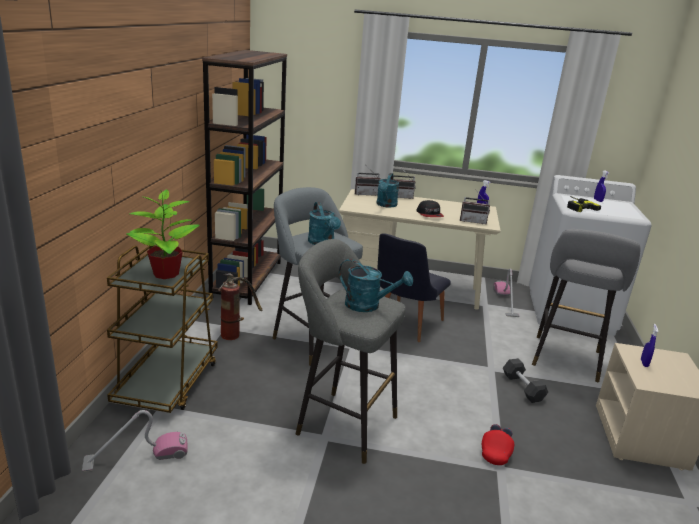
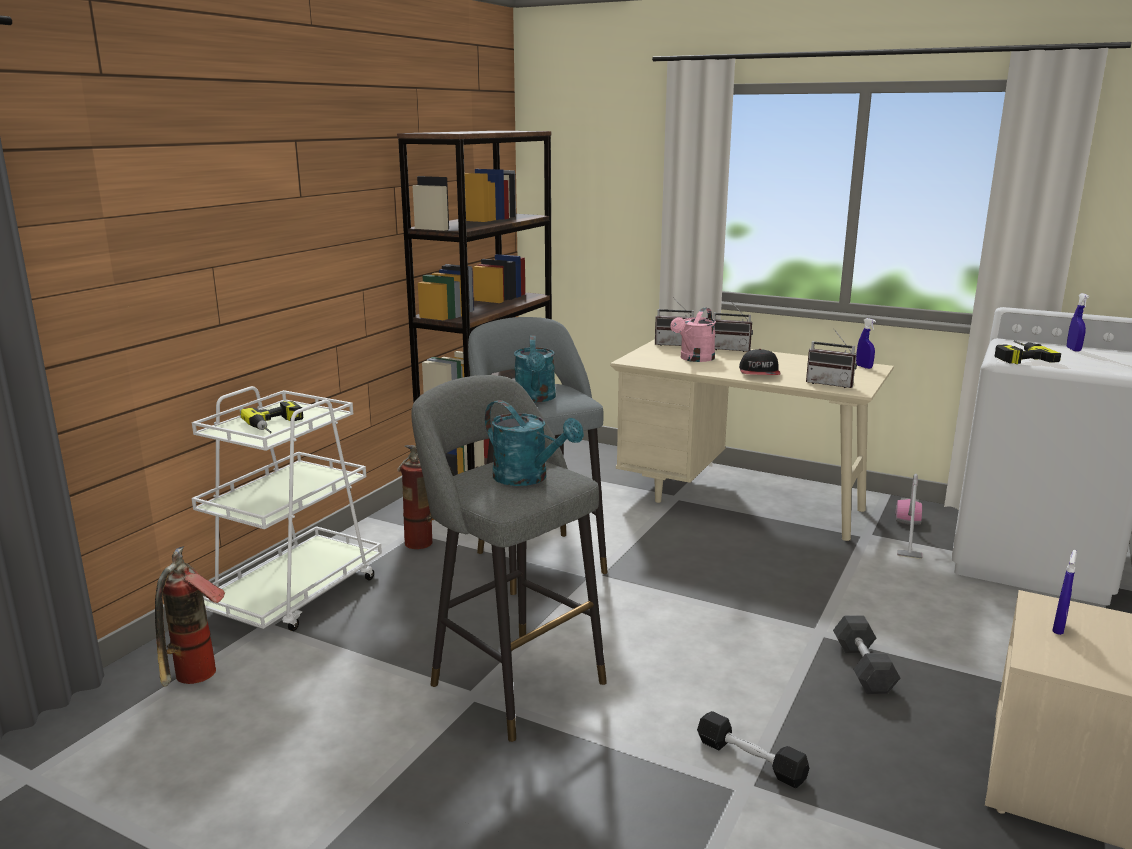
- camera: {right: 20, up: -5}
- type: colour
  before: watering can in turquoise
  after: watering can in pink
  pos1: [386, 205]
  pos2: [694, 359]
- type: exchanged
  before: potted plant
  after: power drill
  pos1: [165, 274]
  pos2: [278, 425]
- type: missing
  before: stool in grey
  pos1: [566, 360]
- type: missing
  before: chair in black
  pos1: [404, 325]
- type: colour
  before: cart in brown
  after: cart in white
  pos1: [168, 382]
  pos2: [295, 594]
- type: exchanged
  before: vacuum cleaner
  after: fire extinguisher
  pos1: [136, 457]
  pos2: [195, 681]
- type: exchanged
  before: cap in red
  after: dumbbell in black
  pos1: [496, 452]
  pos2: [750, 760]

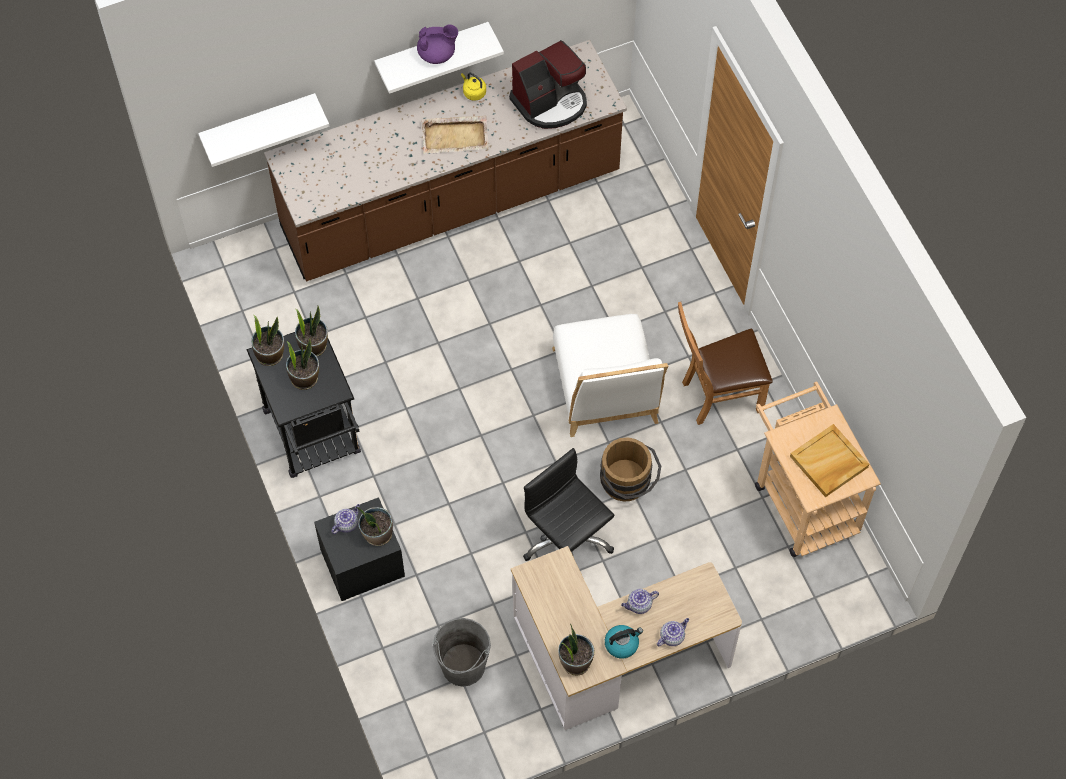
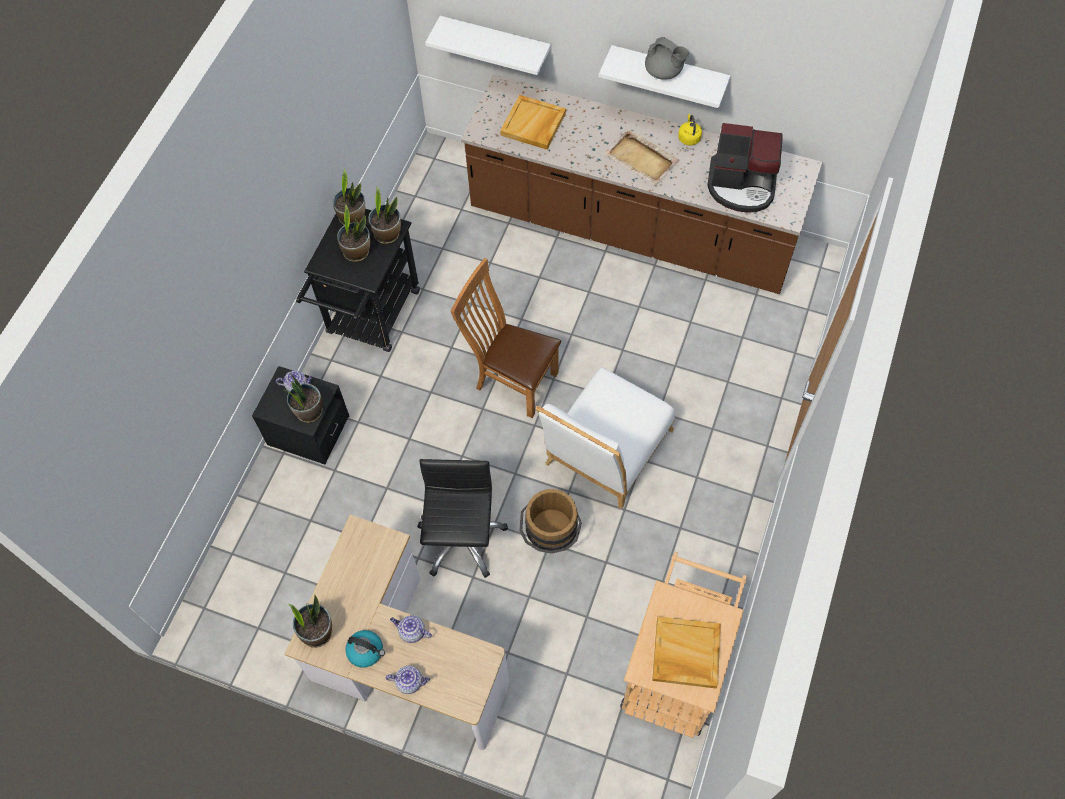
- camera: {right: 45, up: 0}
- type: colour
  before: teapot in purple
  after: teapot in grey
  pos1: [437, 54]
  pos2: [664, 72]
- type: relocated
  before: chair in brown
  pos1: [717, 396]
  pos2: [512, 380]
- type: missing
  before: bucket in grey
  pos1: [463, 666]
- type: appeared
  after: tray in beige
  pos2: [533, 124]

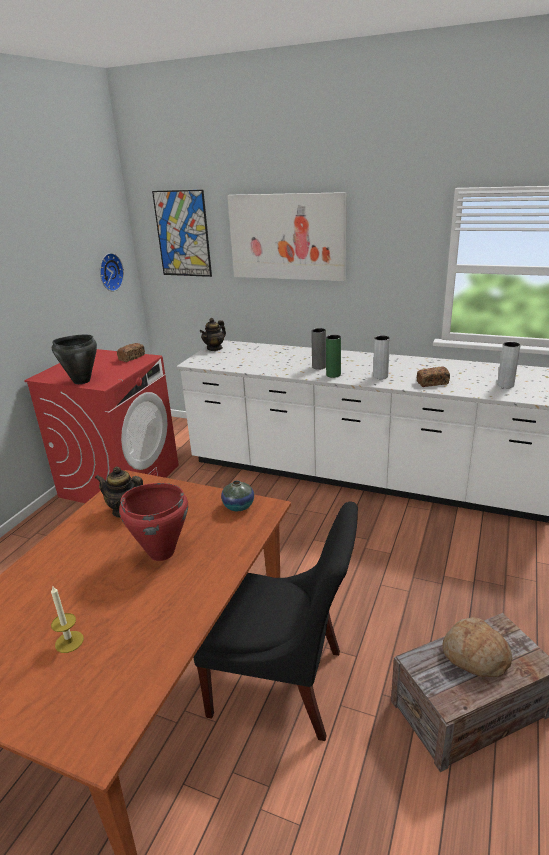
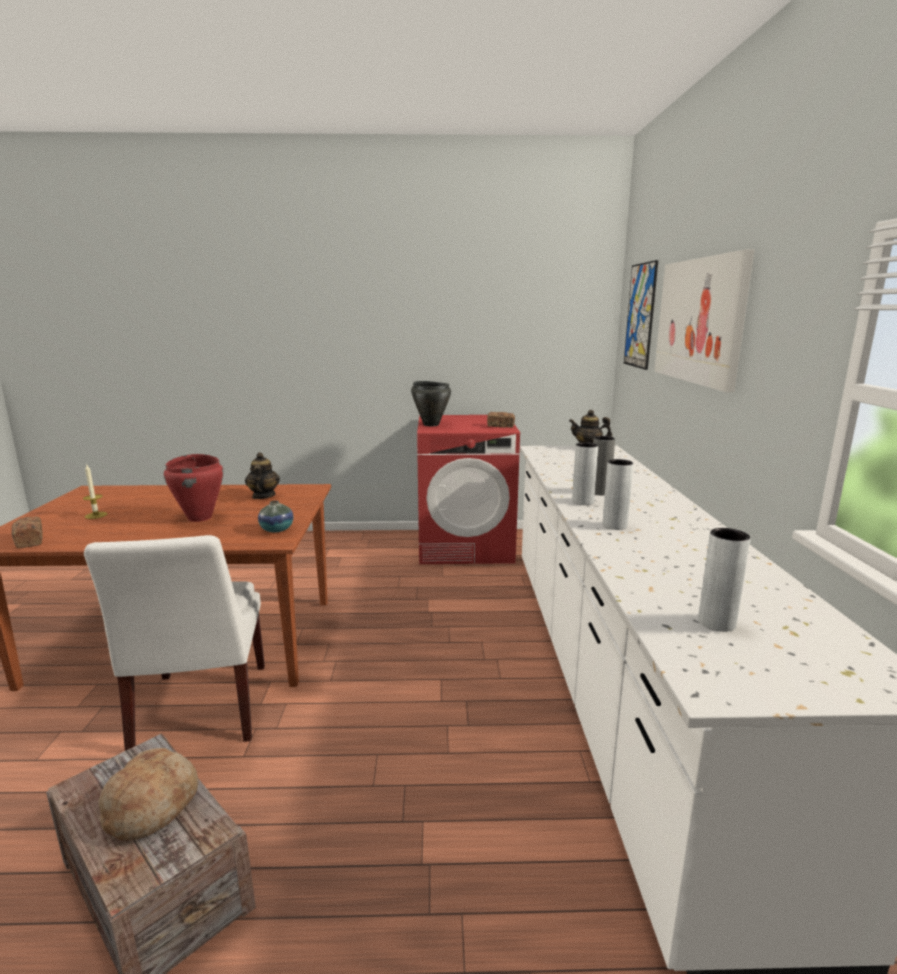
- camera: {right: 65, up: -10}
- type: missing
  before: wall clock
  pos1: [109, 272]
- type: colour
  before: vase in green
  after: vase in grey
  pos1: [333, 375]
  pos2: [582, 502]
- type: relocated
  before: bread
  pos1: [432, 383]
  pos2: [29, 541]
- type: colour
  before: chair in black
  after: chair in white
  pos1: [283, 685]
  pos2: [200, 711]

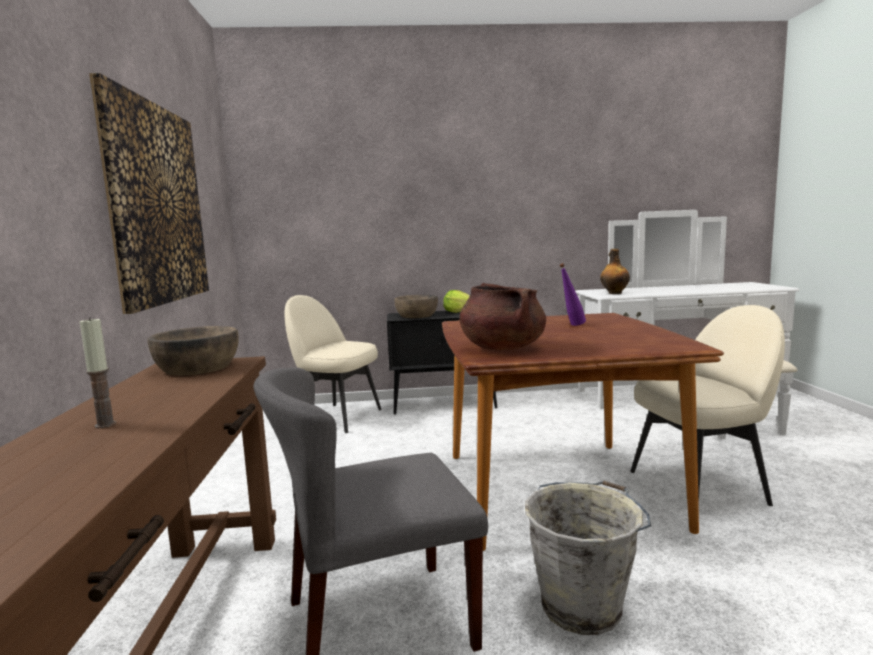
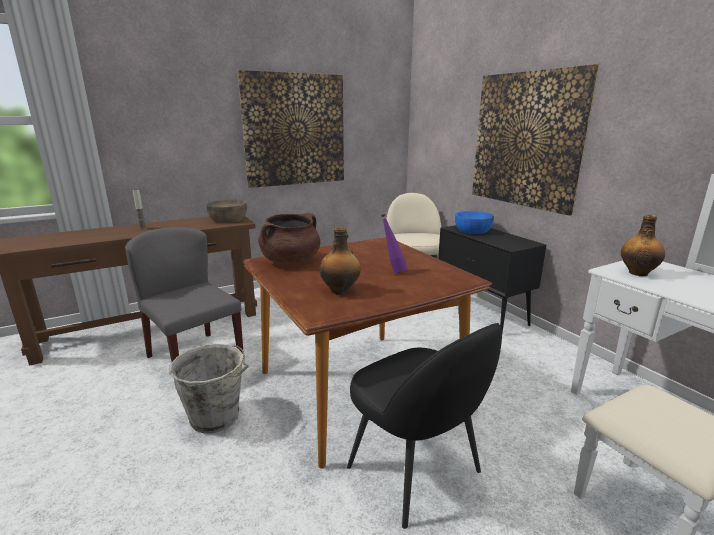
- camera: {right: 65, up: 10}
- type: missing
  before: lettuce
  pos1: [459, 312]
- type: colour
  before: bowl in brown
  after: bowl in blue
  pos1: [416, 315]
  pos2: [473, 230]
- type: colour
  before: chair in beige
  after: chair in black
  pos1: [700, 486]
  pos2: [416, 472]
- type: appeared
  after: picture
  pos2: [526, 140]
- type: appeared
  after: bottle
  pos2: [340, 290]

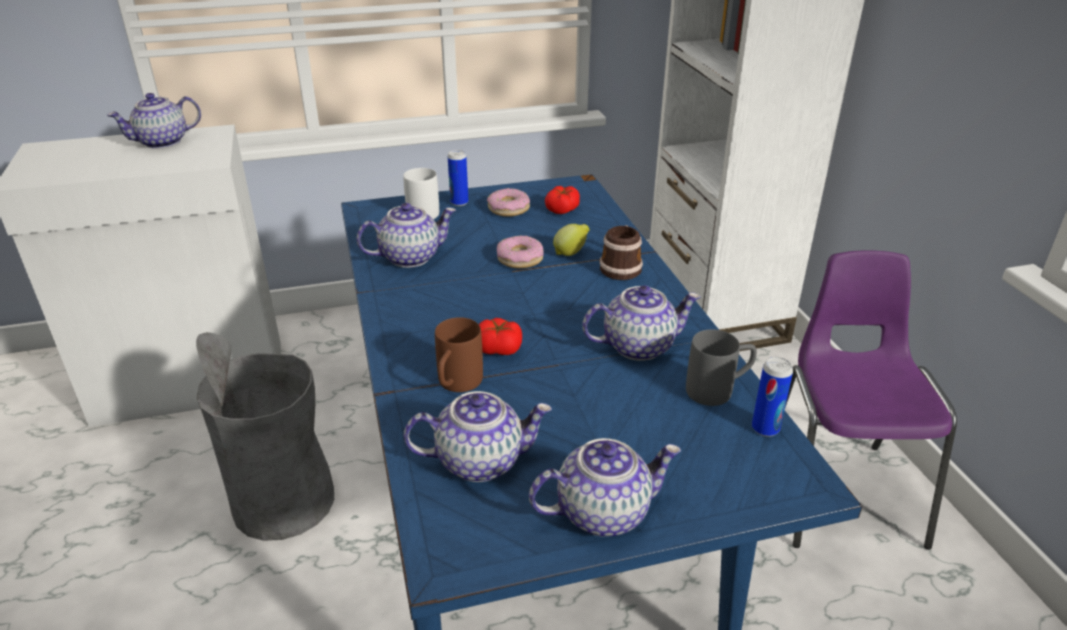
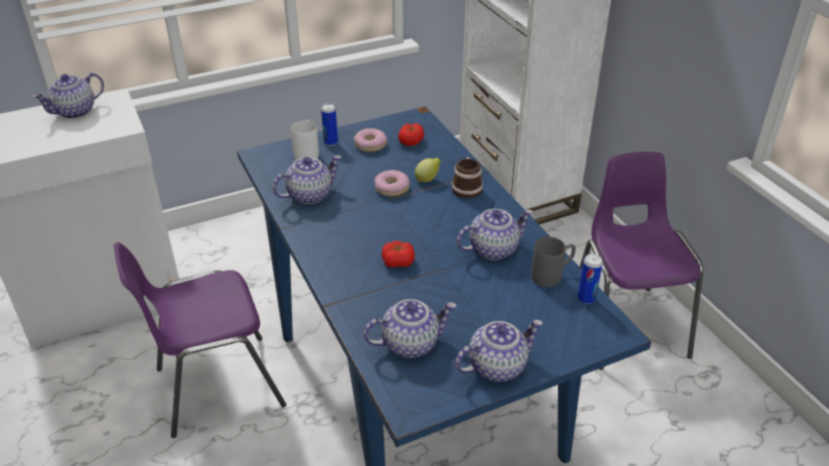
- camera: {right: -10, up: 5}
- type: missing
  before: mug in brown
  pos1: [456, 385]
- type: exchanged
  before: trash can in grey
  after: chair in purple
  pos1: [283, 501]
  pos2: [215, 387]

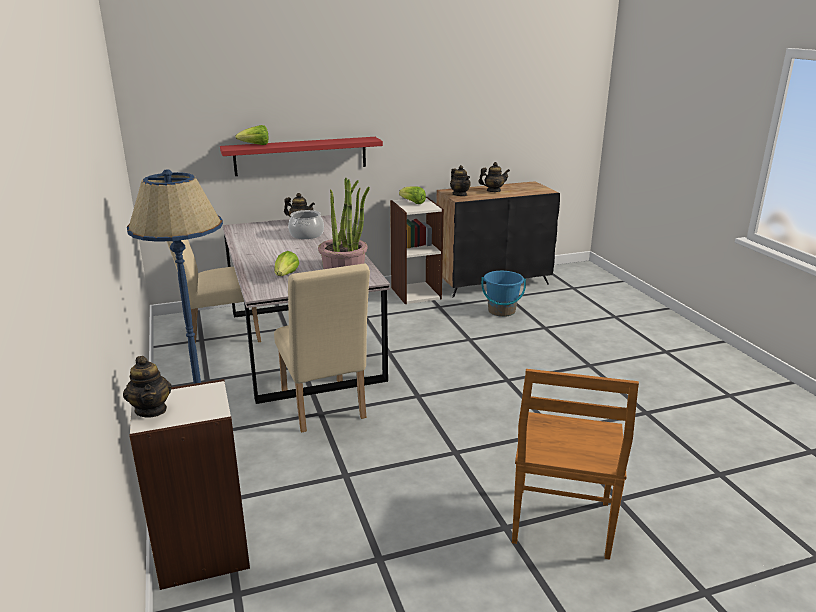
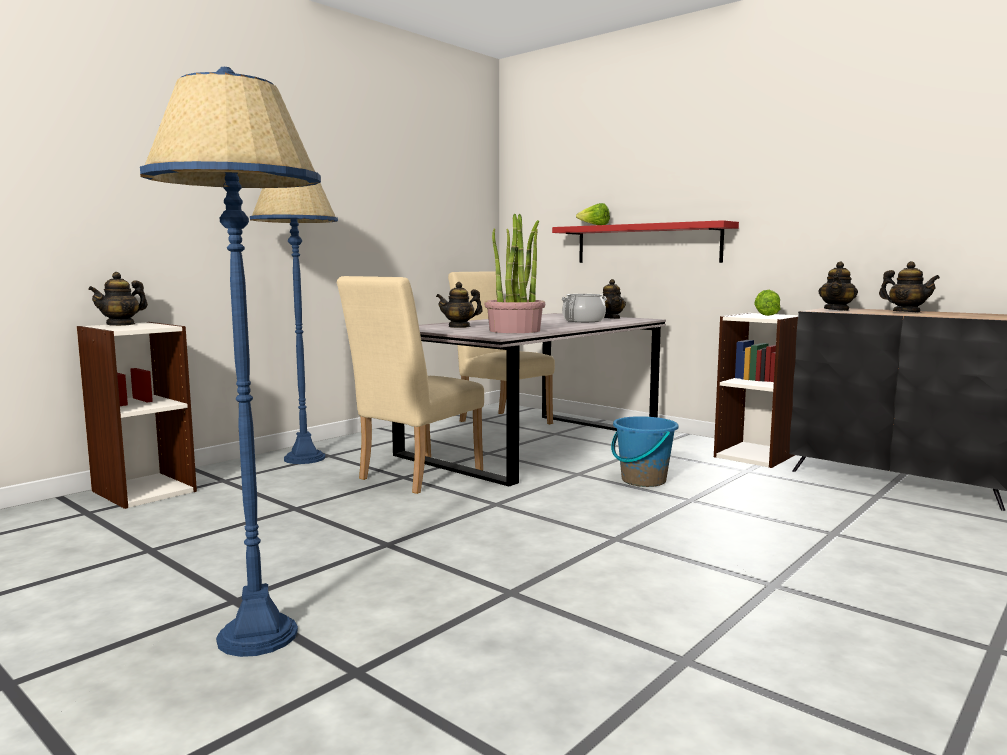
- camera: {right: 60, up: -15}
- type: exchanged
  before: lettuce
  after: teapot
  pos1: [286, 276]
  pos2: [459, 326]
- type: relocated
  before: bucket in blue
  pos1: [501, 311]
  pos2: [643, 480]
- type: exchanged
  before: chair in brown
  after: floor lamp in blue
  pos1: [561, 525]
  pos2: [258, 635]

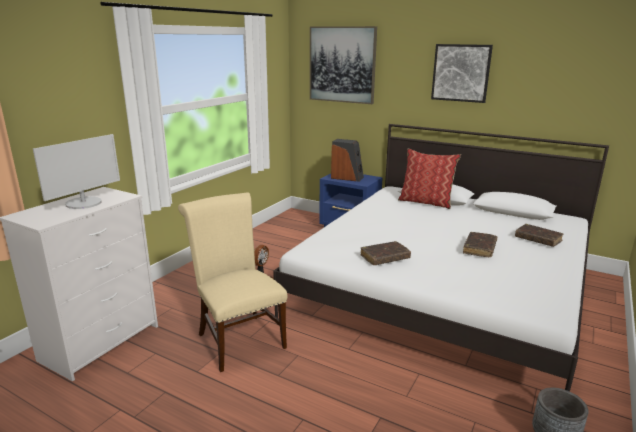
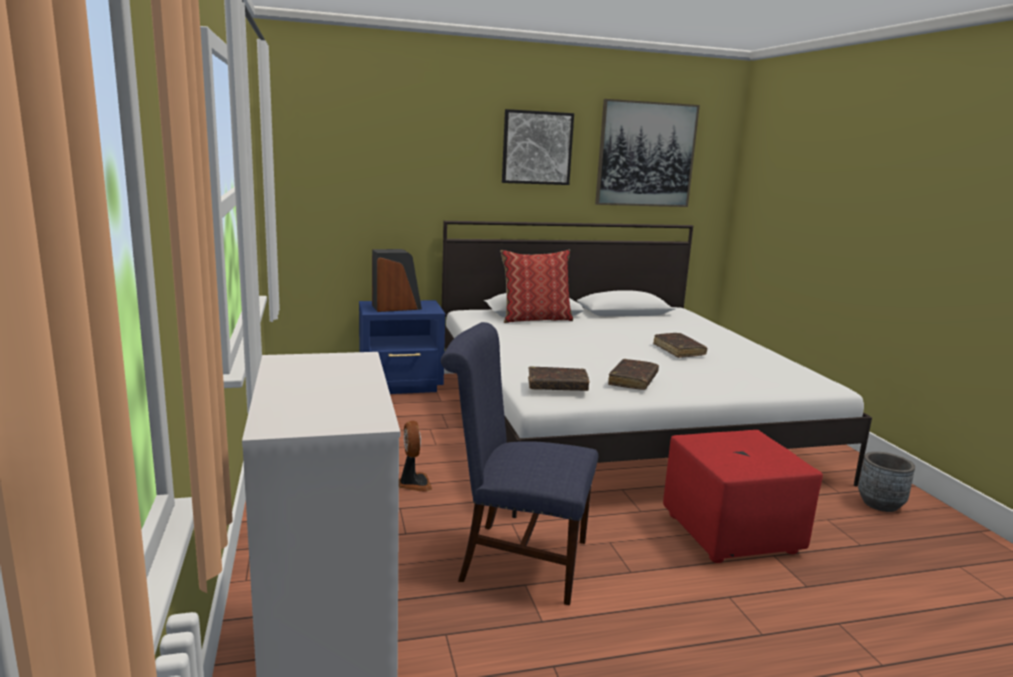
- camera: {right: -45, up: -5}
- type: relocated
  before: picture
  pos1: [342, 65]
  pos2: [646, 154]
- type: missing
  before: monitor
  pos1: [84, 203]
- type: colour
  before: chair in beige
  after: chair in blue
  pos1: [238, 338]
  pos2: [515, 559]
- type: relocated
  before: book in brown
  pos1: [538, 239]
  pos2: [557, 386]
- type: appeared
  after: ottoman in red
  pos2: [731, 533]

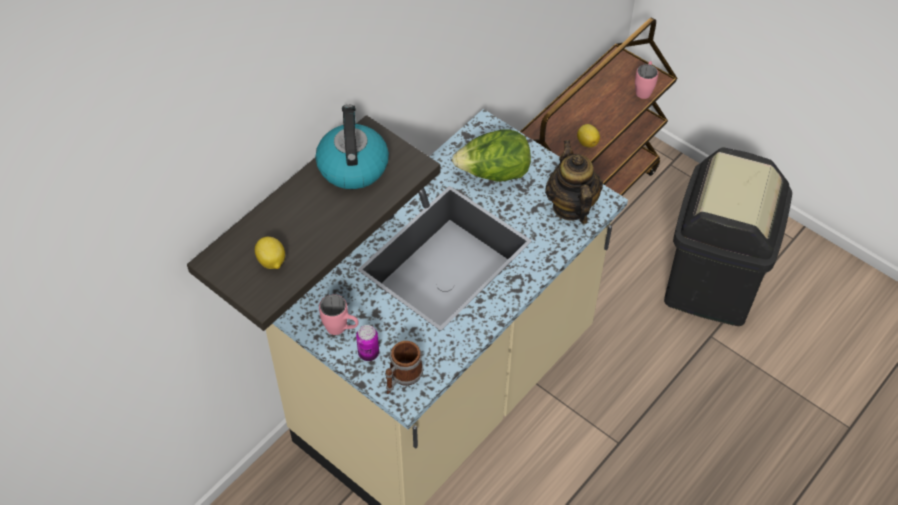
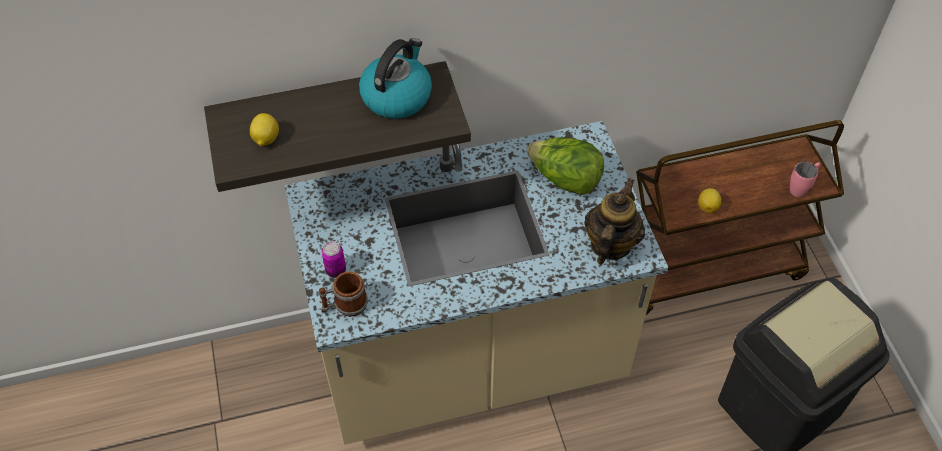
- camera: {right: 35, up: 0}
- type: missing
  before: mug in pink
  pos1: [341, 329]

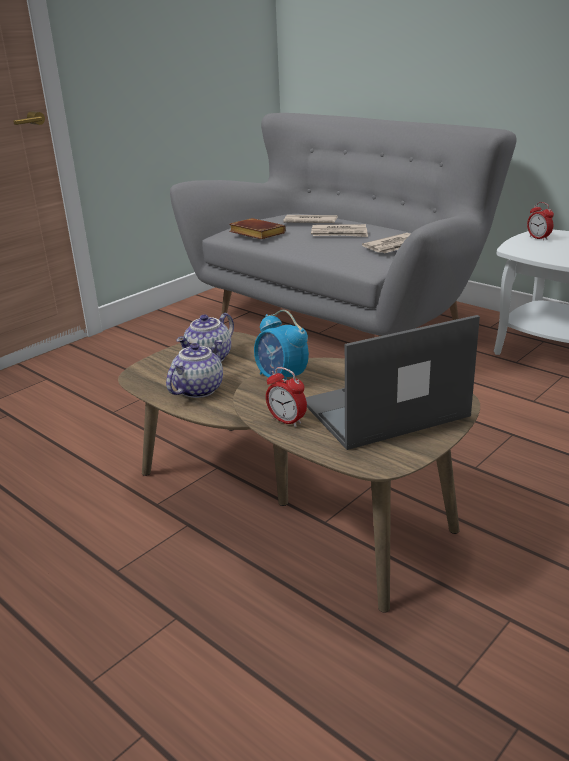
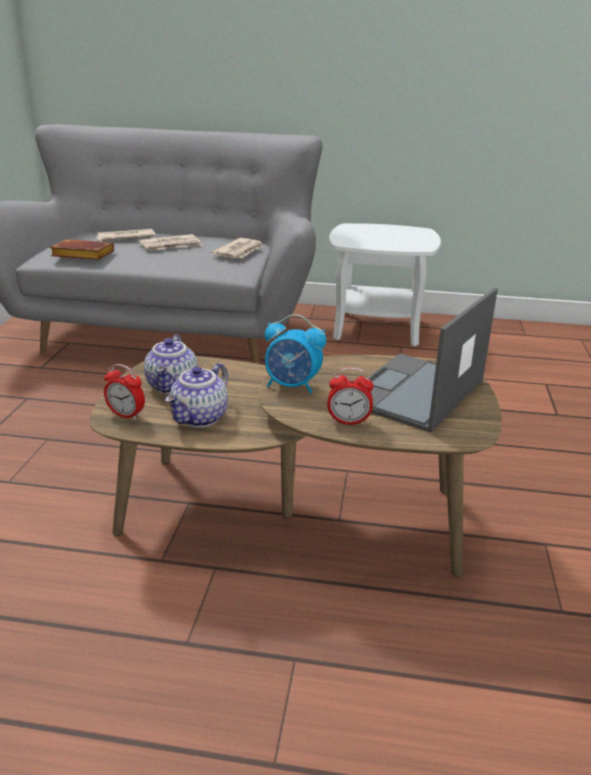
- camera: {right: -35, up: 0}
- type: relocated
  before: alarm clock
  pos1: [538, 238]
  pos2: [126, 415]
- type: spun
  before: teapot
  pos1: [198, 389]
  pos2: [200, 418]
  turn: -150

